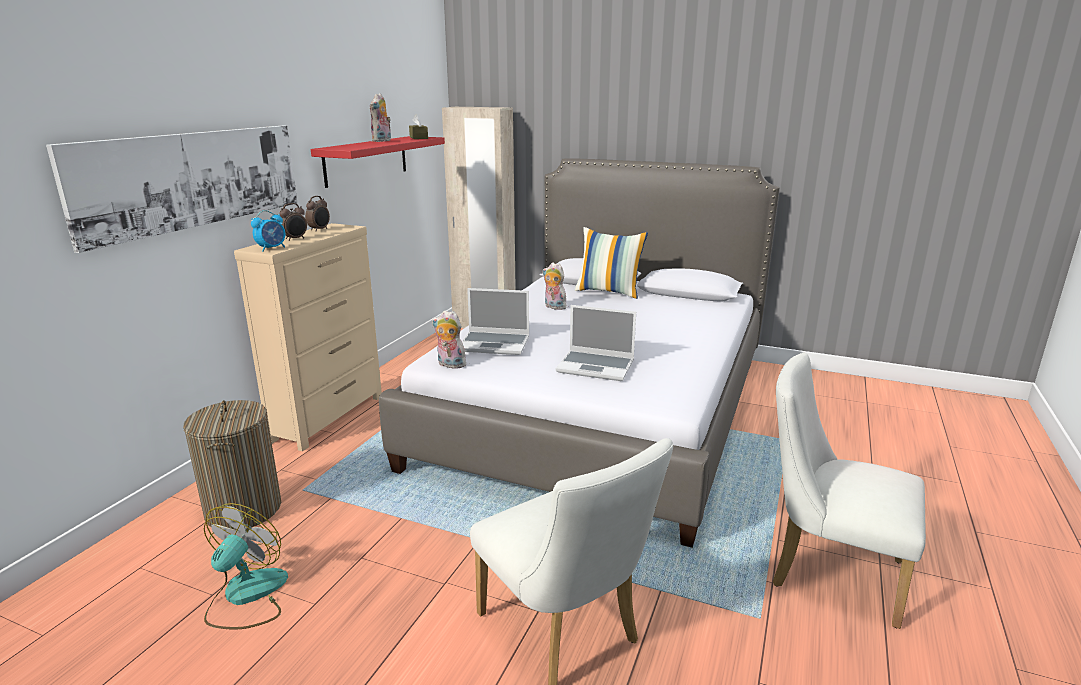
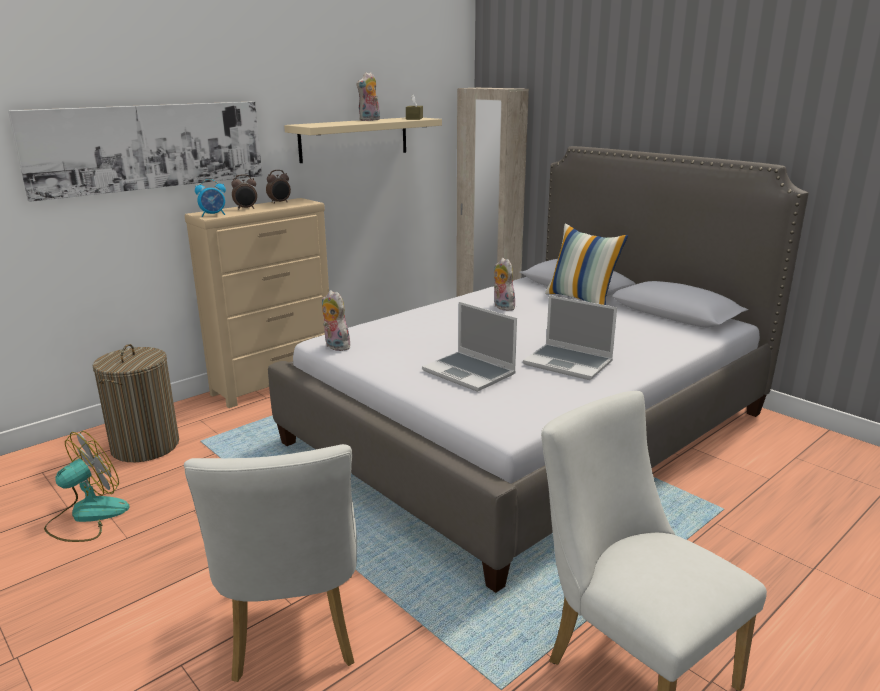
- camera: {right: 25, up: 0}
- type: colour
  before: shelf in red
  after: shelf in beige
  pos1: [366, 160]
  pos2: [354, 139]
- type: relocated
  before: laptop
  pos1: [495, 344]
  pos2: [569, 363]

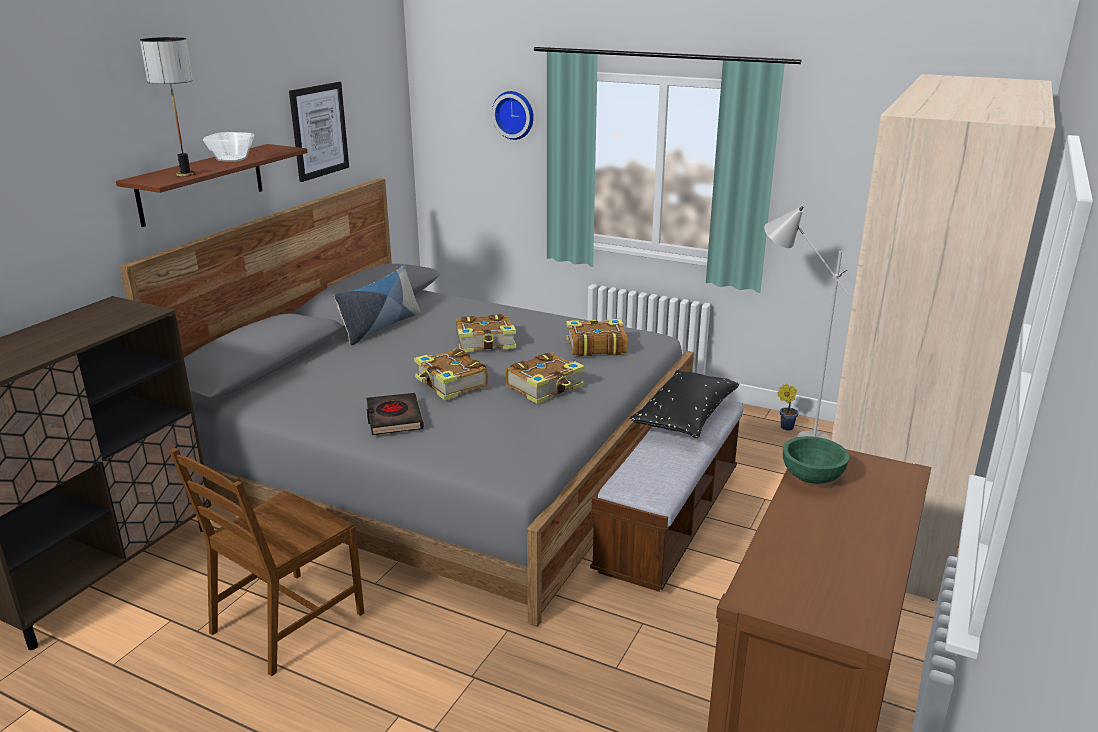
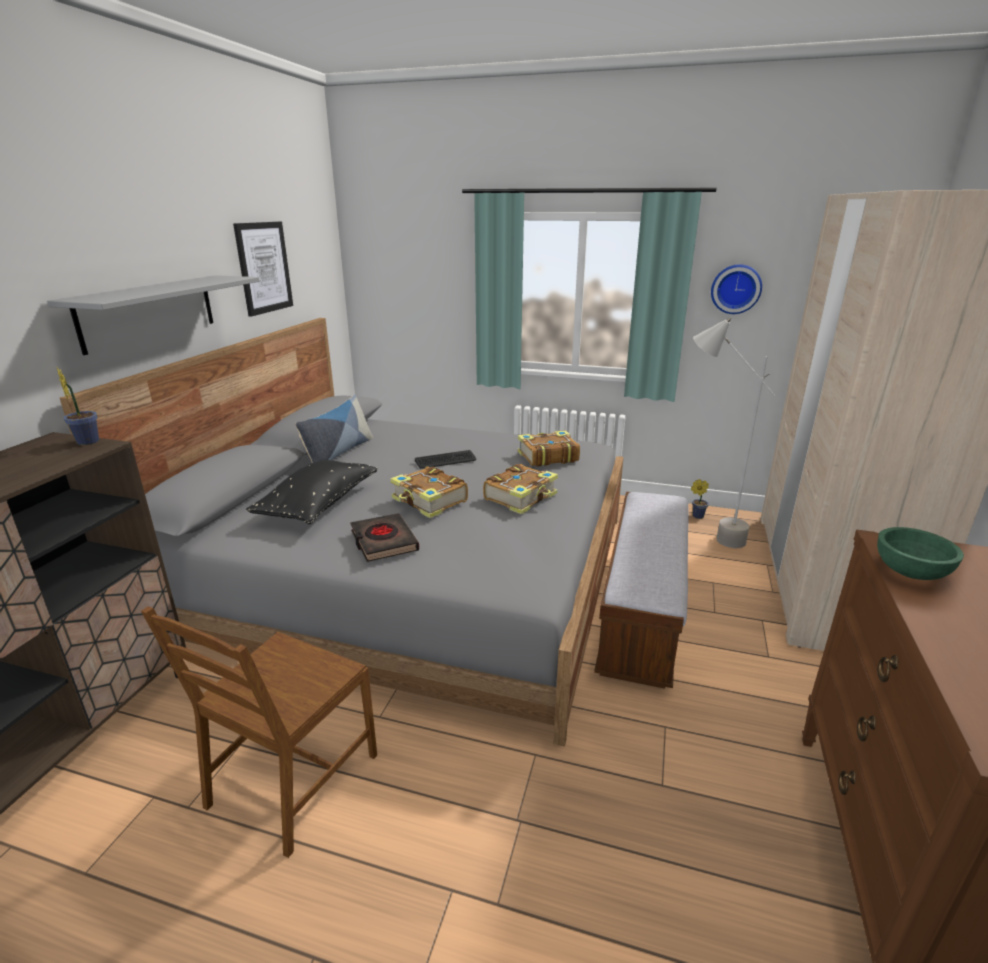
- camera: {right: -10, up: 0}
- type: missing
  before: table lamp
  pos1: [186, 174]
- type: relocated
  before: wall clock
  pos1: [514, 114]
  pos2: [735, 289]
- type: missing
  before: bowl
  pos1: [232, 159]
- type: colour
  before: shelf in brown
  after: shelf in grey
  pos1: [201, 184]
  pos2: [149, 312]
- type: exchanged
  before: book
  after: keyboard
  pos1: [486, 343]
  pos2: [446, 460]
- type: relocated
  before: pillow in black
  pos1: [685, 418]
  pos2: [318, 505]
- type: appeared
  after: potted plant
  pos2: [87, 441]

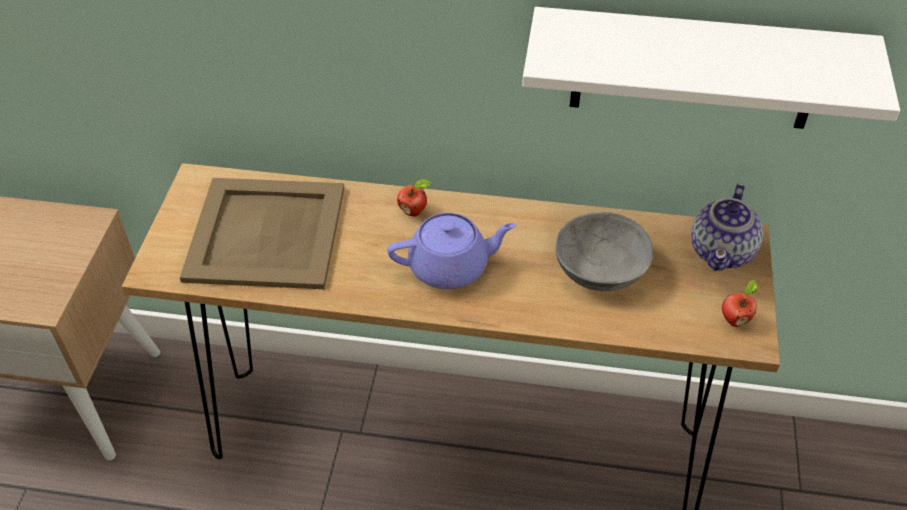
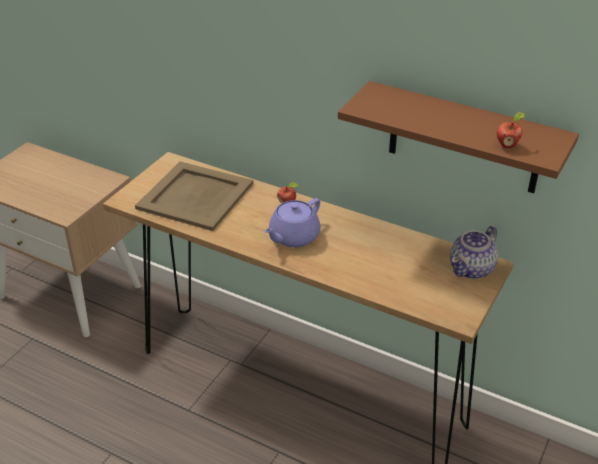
- camera: {right: 20, up: -10}
- type: colour
  before: shelf in white
  after: shelf in brown
  pos1: [695, 69]
  pos2: [464, 139]
- type: missing
  before: bowl in grey
  pos1: [599, 269]
- type: spun
  before: teapot in purple
  pos1: [450, 267]
  pos2: [293, 237]
  turn: 120
- type: relocated
  before: apple
  pos1: [734, 319]
  pos2: [507, 145]

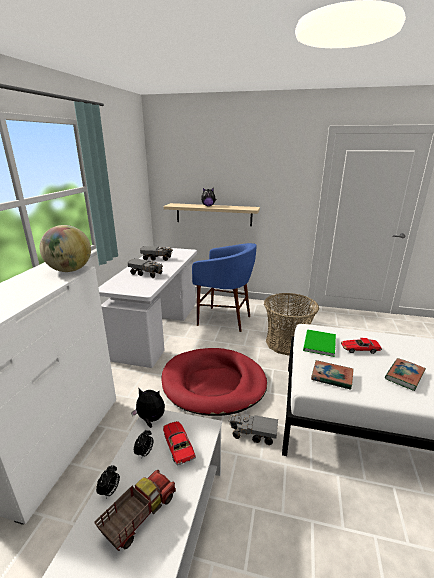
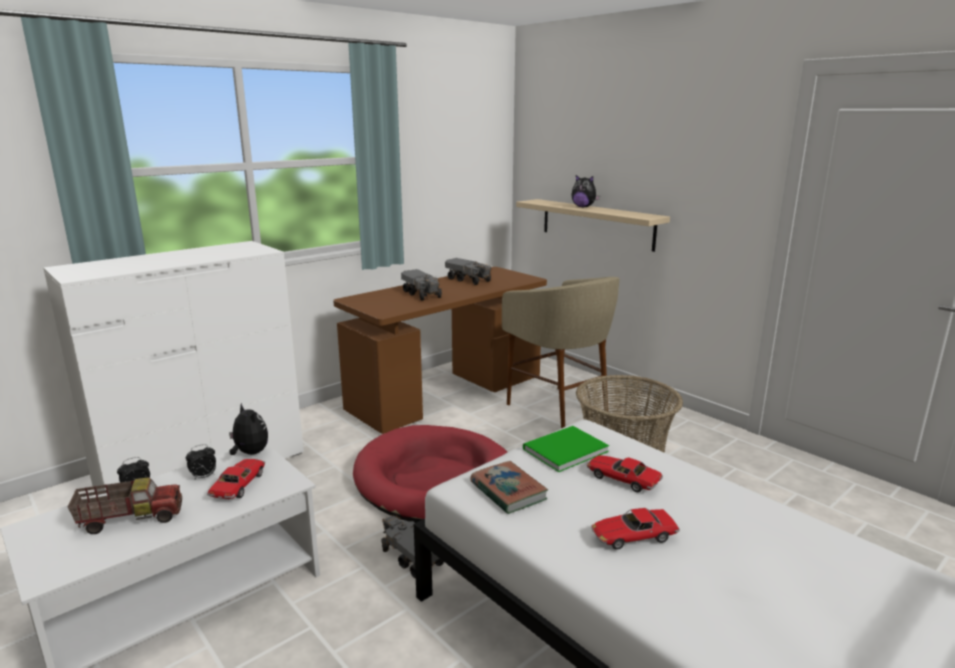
- camera: {right: 35, up: -5}
- type: missing
  before: globe
  pos1: [70, 270]
- type: colour
  before: stool in blue
  after: stool in beige
  pos1: [224, 320]
  pos2: [559, 410]
- type: colour
  before: desk in white
  after: desk in brown
  pos1: [158, 329]
  pos2: [447, 393]
- type: exchanged
  before: book
  after: toy car
  pos1: [404, 376]
  pos2: [633, 536]

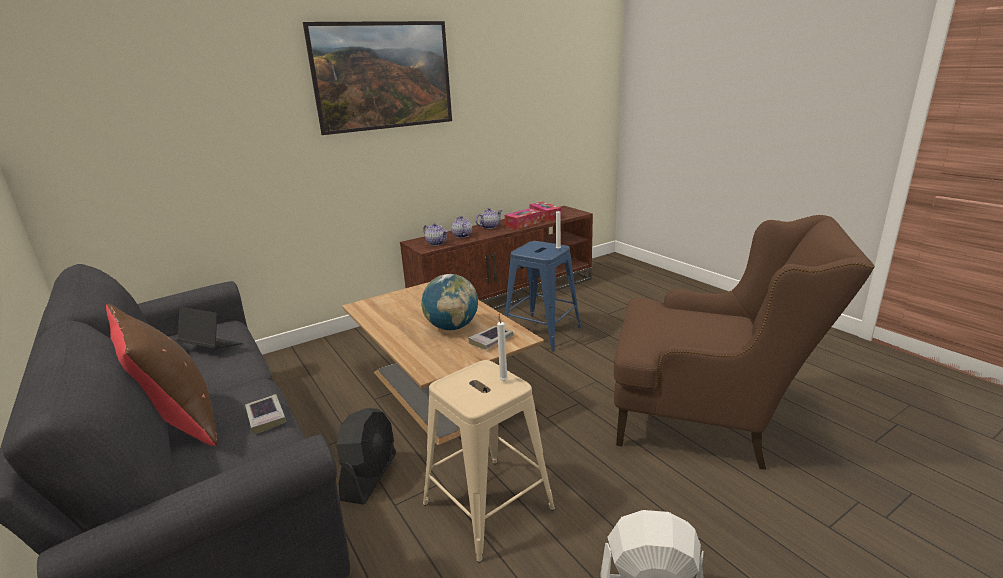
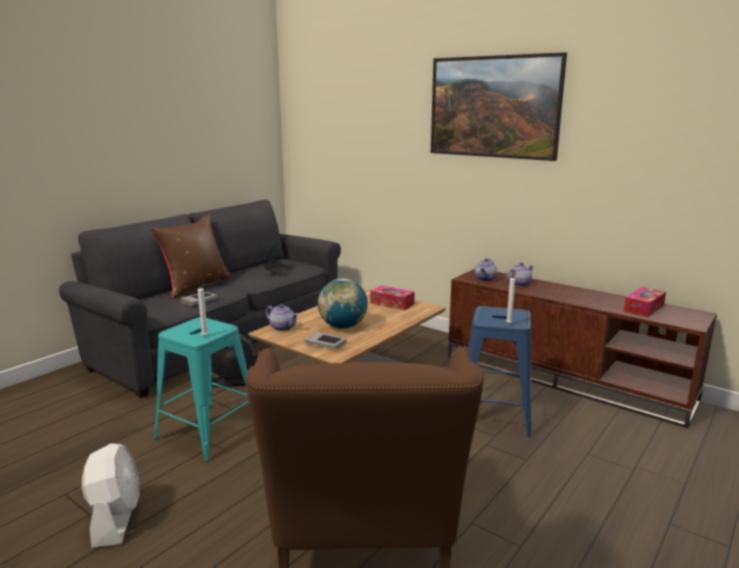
- camera: {right: 70, up: -5}
- type: relocated
  before: teapot
  pos1: [489, 227]
  pos2: [283, 327]
- type: relocated
  before: tissue box
  pos1: [523, 224]
  pos2: [392, 303]
- type: colour
  before: stool in beige
  after: stool in turquoise
  pos1: [487, 506]
  pos2: [208, 432]

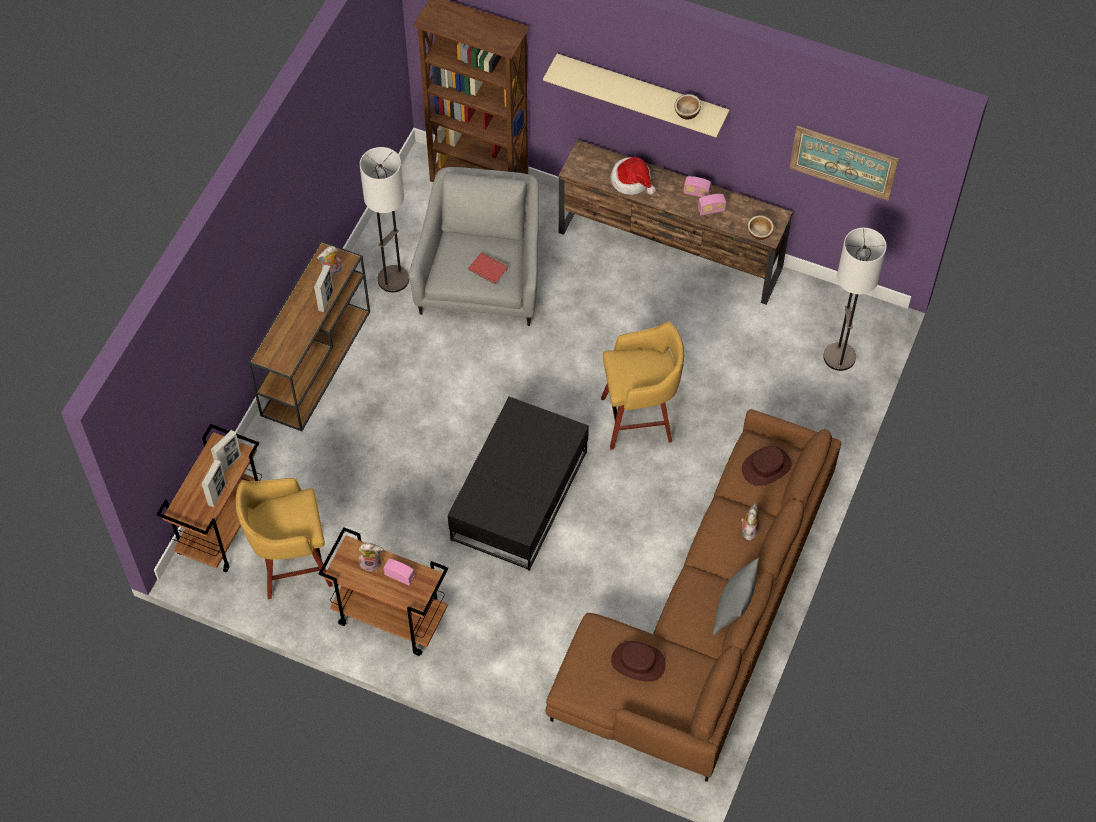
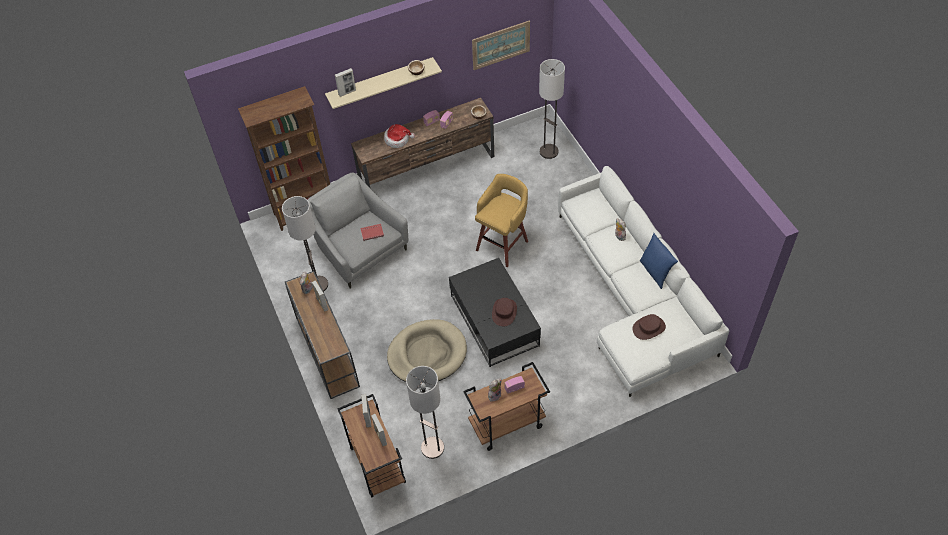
- camera: {right: -45, up: -5}
- type: colour
  before: sofa in brown
  after: sofa in white
  pos1: [705, 619]
  pos2: [633, 296]
- type: relocated
  before: hat in brown
  pos1: [766, 467]
  pos2: [504, 312]
- type: exchanged
  before: stool in yellow
  after: floor lamp
  pos1: [291, 565]
  pos2: [432, 448]
- type: colour
  before: pillow in grey
  after: pillow in blue
  pos1: [733, 610]
  pos2: [655, 272]
- type: appeared
  after: picture frame
  pos2: [347, 92]
- type: appeared
  after: dog bed in beige
  pos2: [427, 354]

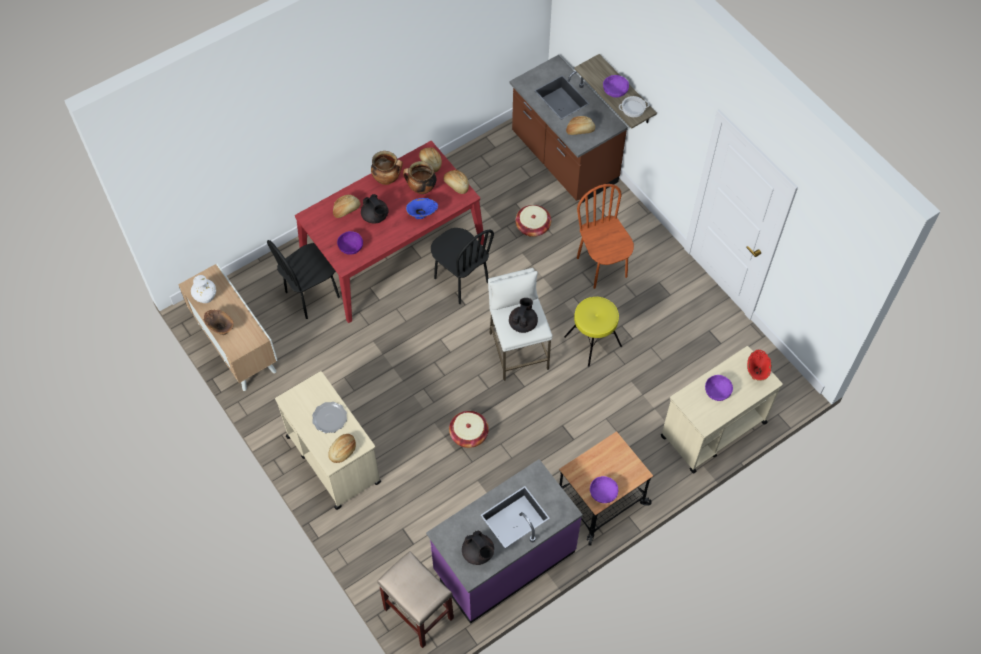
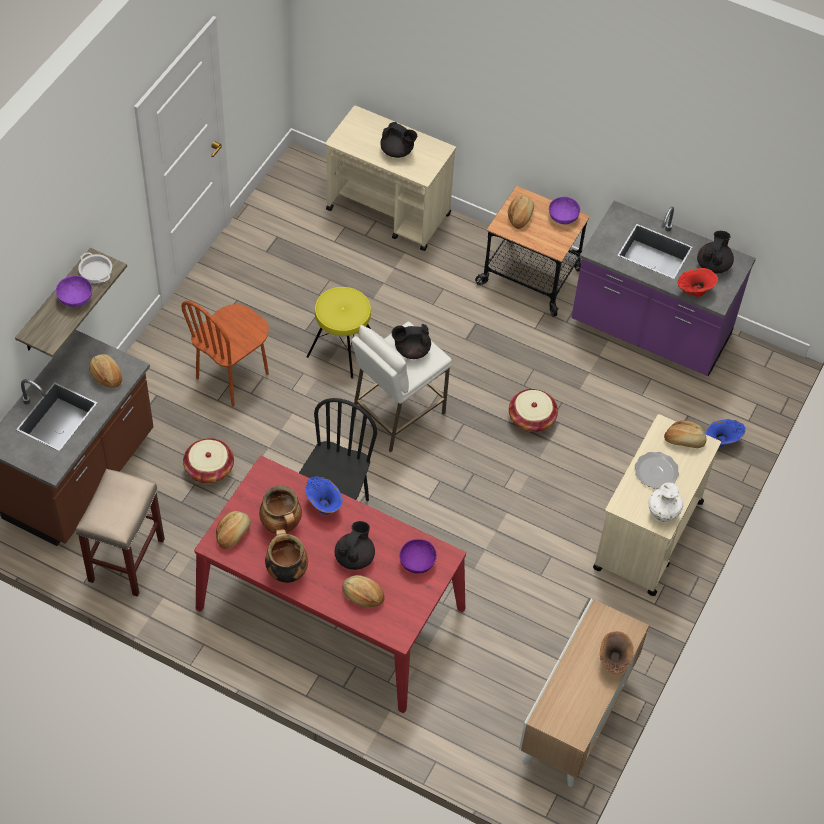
- camera: {right: -120, up: -5}
- type: relocated
  before: bread
  pos1: [456, 185]
  pos2: [520, 217]
- type: missing
  before: chair in black
  pos1: [312, 295]
- type: relocated
  before: vase in white
  pos1: [206, 297]
  pos2: [663, 513]
- type: relocated
  before: vase in red
  pos1: [756, 372]
  pos2: [693, 292]
- type: exchanged
  before: bowl in purple
  after: teapot in black
  pos1: [717, 392]
  pos2: [397, 151]
- type: relocated
  before: stool in beige
  pos1: [417, 613]
  pos2: [126, 561]
- type: appeared
  after: vase in blue
  pos2: [722, 442]

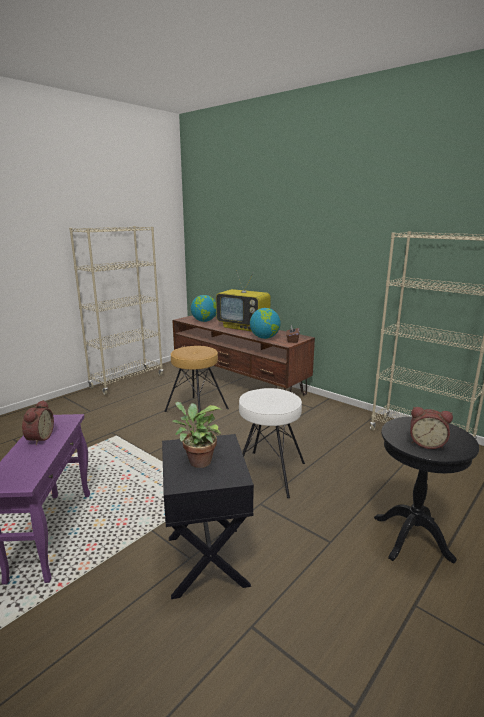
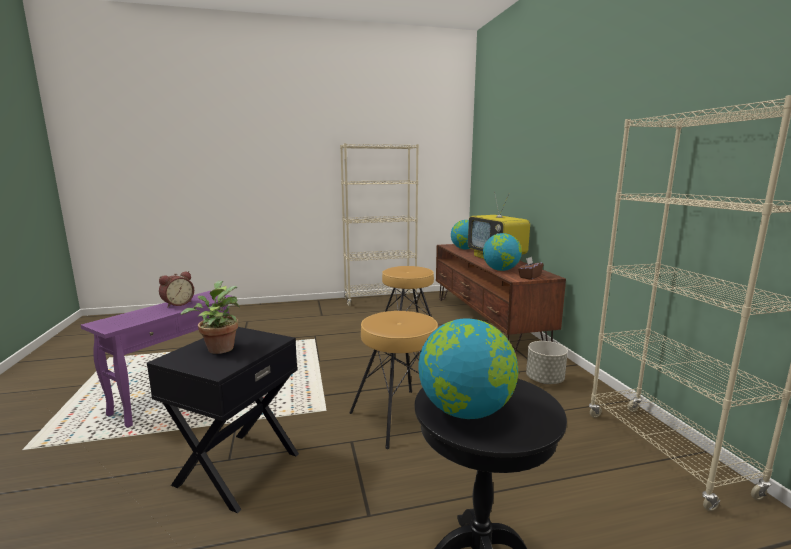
- camera: {right: 35, up: -5}
- type: colour
  before: stool in white
  after: stool in brown
  pos1: [268, 473]
  pos2: [399, 416]
- type: exchanged
  before: alarm clock
  after: globe
  pos1: [427, 443]
  pos2: [465, 411]
- type: appeared
  after: planter in grey
  pos2: [544, 380]

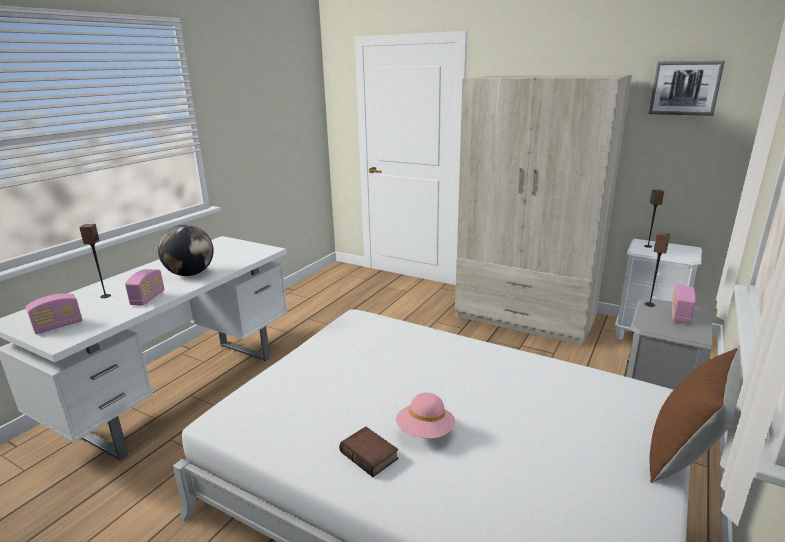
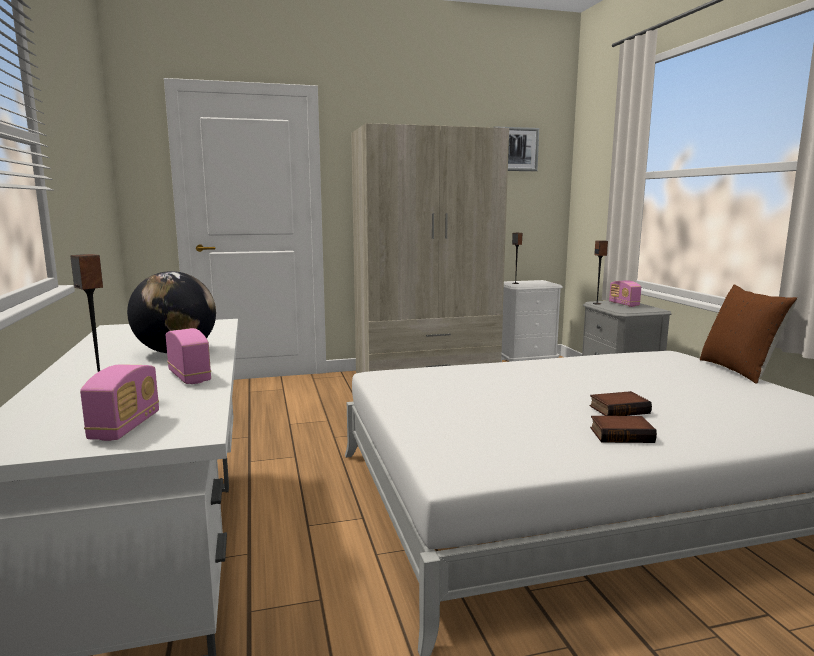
- camera: {right: -45, up: -10}
- type: exchanged
  before: hat in pink
  after: book
  pos1: [425, 432]
  pos2: [619, 409]

